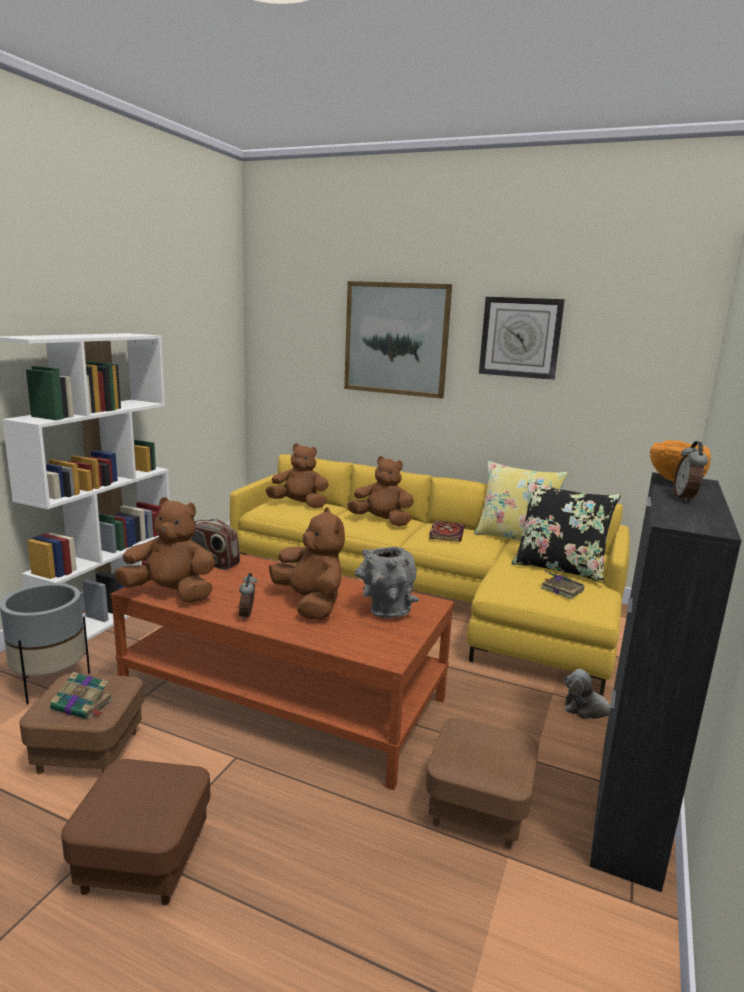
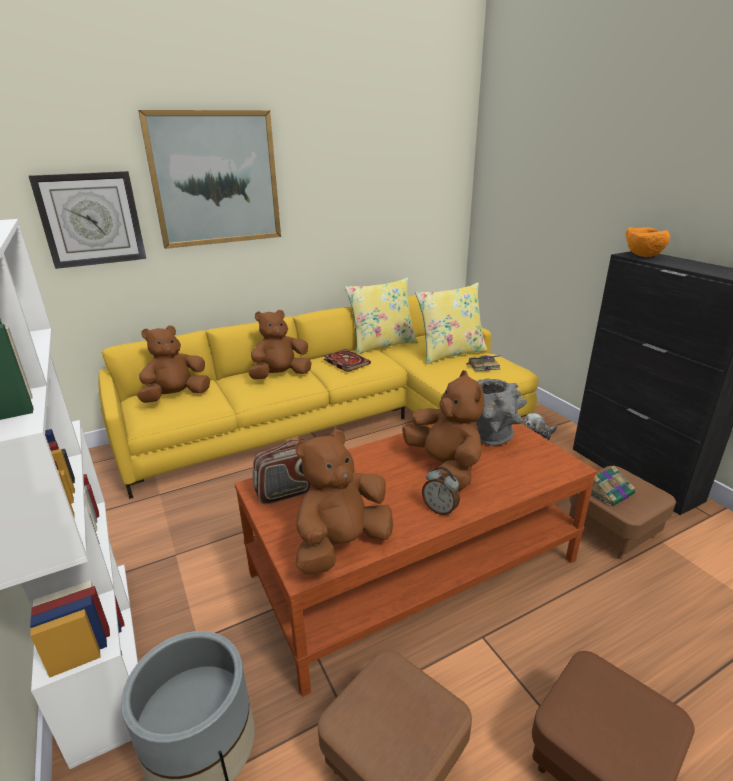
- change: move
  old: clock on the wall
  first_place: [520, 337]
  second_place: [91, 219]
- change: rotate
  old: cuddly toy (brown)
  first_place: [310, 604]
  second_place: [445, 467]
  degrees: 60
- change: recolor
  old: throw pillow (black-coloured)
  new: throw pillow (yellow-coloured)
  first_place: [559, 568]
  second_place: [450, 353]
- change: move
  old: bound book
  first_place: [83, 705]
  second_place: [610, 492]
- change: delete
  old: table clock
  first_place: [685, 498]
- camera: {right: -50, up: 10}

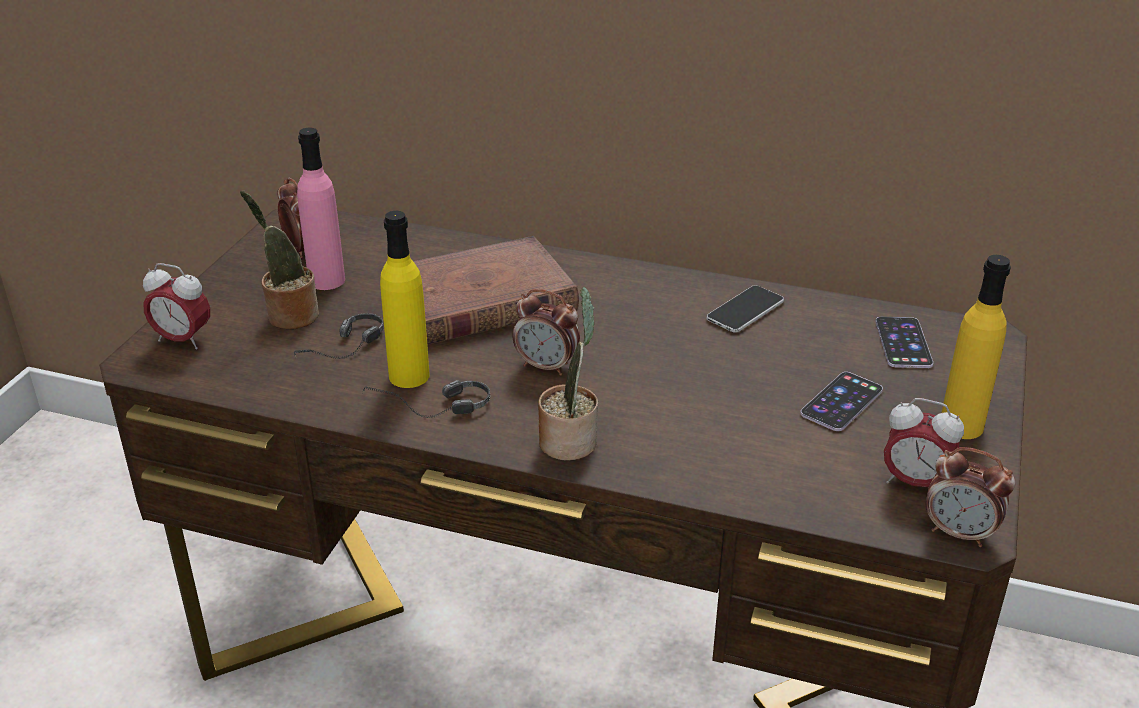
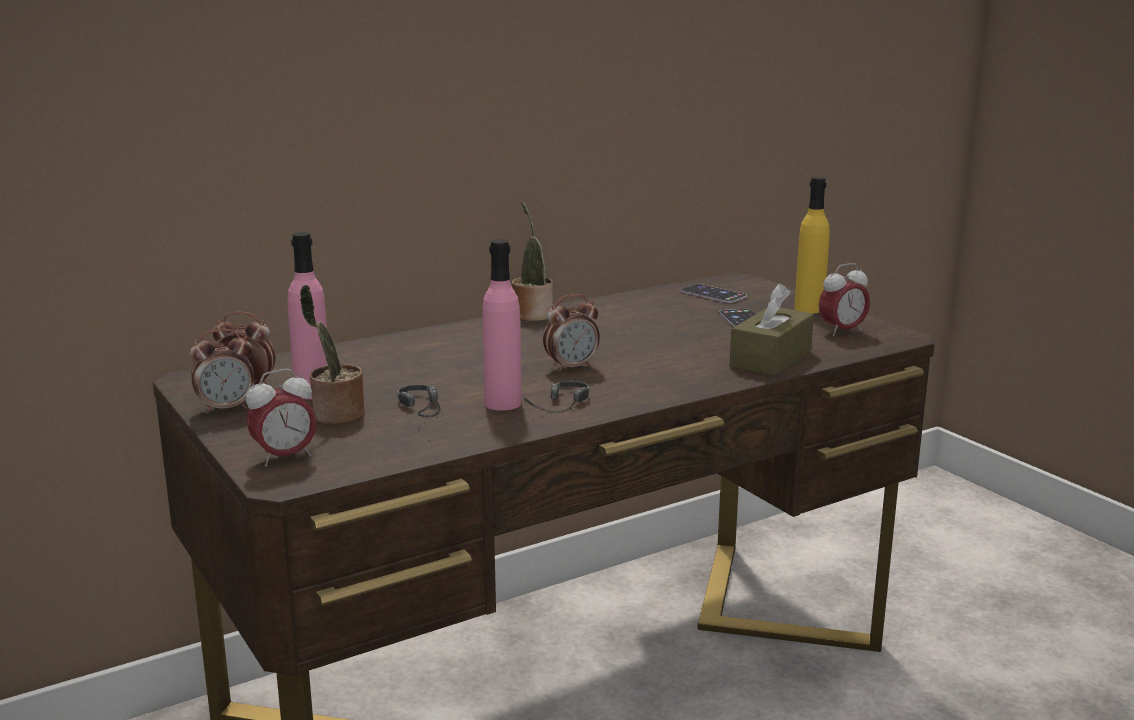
- change: move
  old: table clock
  first_place: [959, 533]
  second_place: [226, 408]
- change: recolor
  old: bottle (yellow-coloured)
  new: bottle (pink-coloured)
  first_place: [409, 376]
  second_place: [503, 403]
- change: move
  old: houseplant
  first_place: [570, 440]
  second_place: [531, 314]
- change: insert
  new: tissue box (brown)
  second_place: [771, 359]
- change: delete
  old: bound book (brown)
  first_place: [479, 300]
- change: delete
  old: phone
  first_place: [745, 310]
- camera: {right: -50, up: -15}

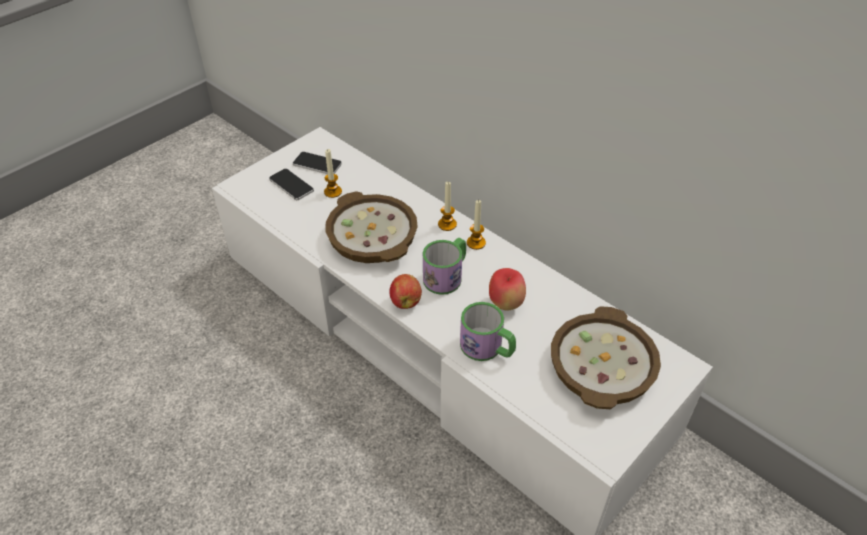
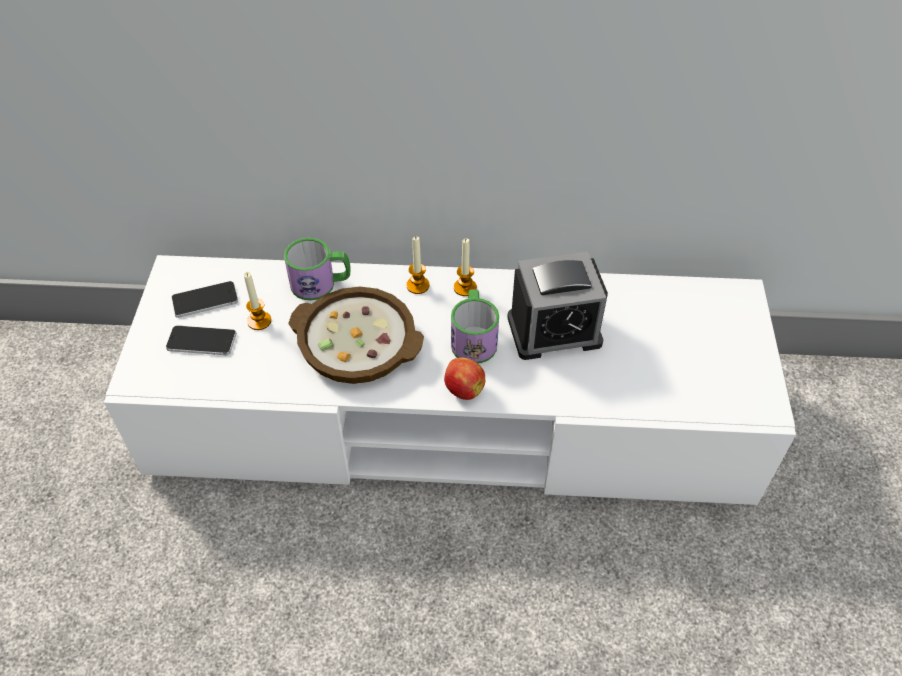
- change: move
  old: coffee mug
  first_place: [487, 348]
  second_place: [321, 283]
- change: replace
  old: apple fruit
  new: table clock
  first_place: [506, 303]
  second_place: [554, 330]
- change: delete
  old: bowl
  first_place: [603, 367]
- camera: {right: -40, up: 5}

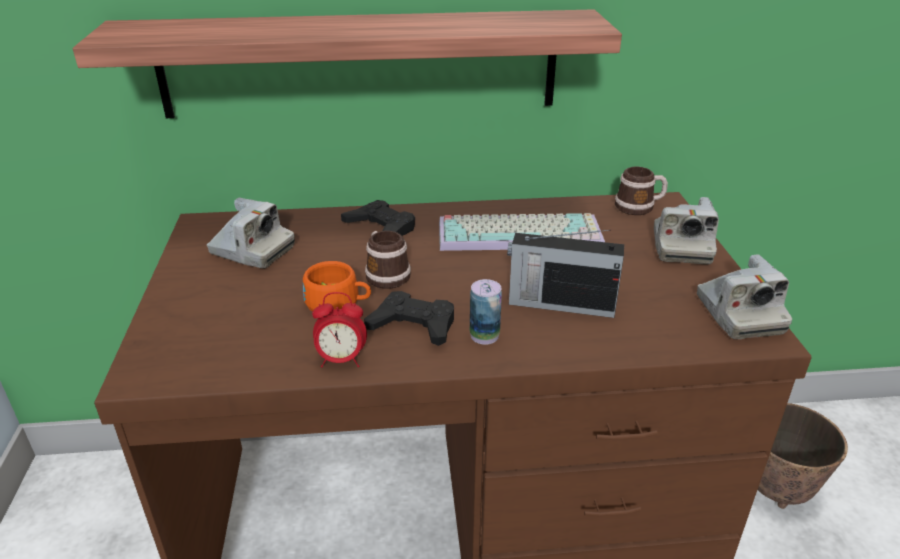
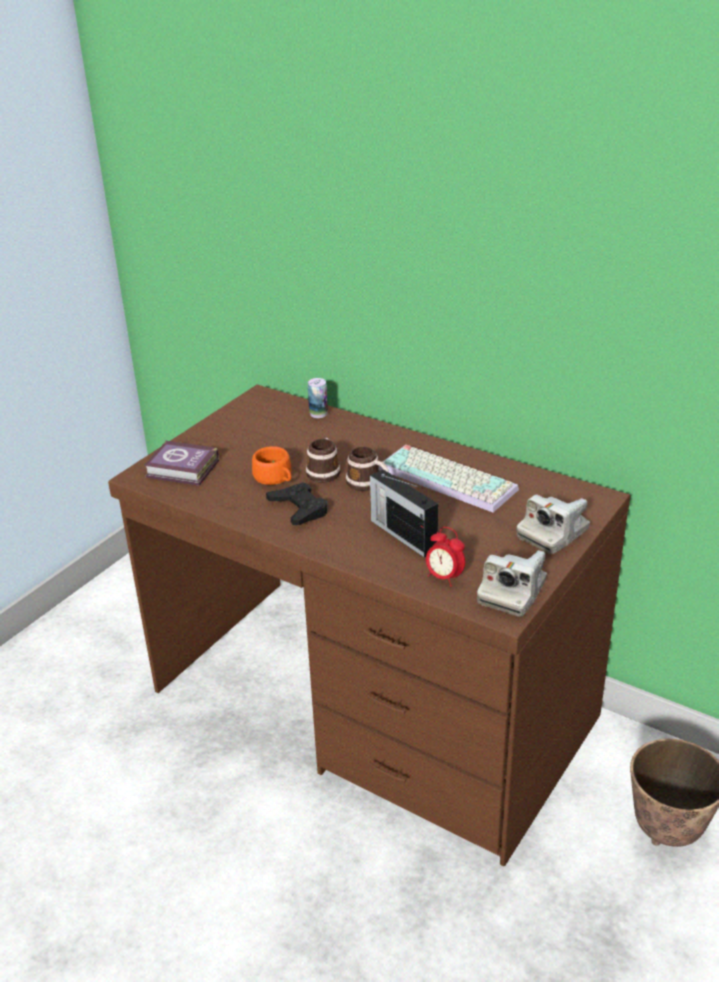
- change: insert
  new: bound book
  second_place: [183, 469]
- change: move
  old: sealed can
  first_place: [484, 335]
  second_place: [318, 414]
- change: move
  old: coffee mug
  first_place: [639, 206]
  second_place: [368, 484]
- change: move
  old: table clock
  first_place: [341, 360]
  second_place: [444, 577]
- change: delete
  old: shelf
  first_place: [360, 64]
- change: delete
  old: still camera
  first_place: [252, 251]
- change: delete
  old: joypad (black-coloured)
  first_place: [381, 227]
- camera: {right: 40, up: 0}

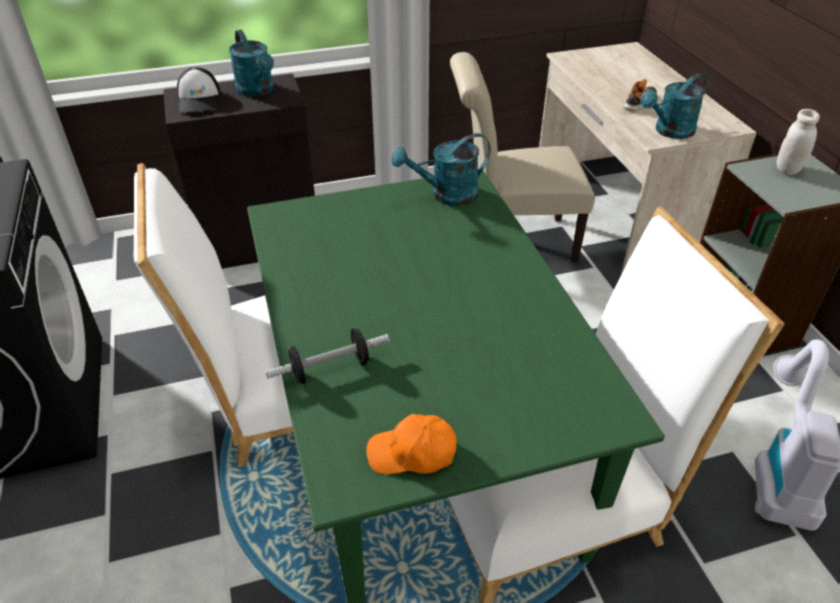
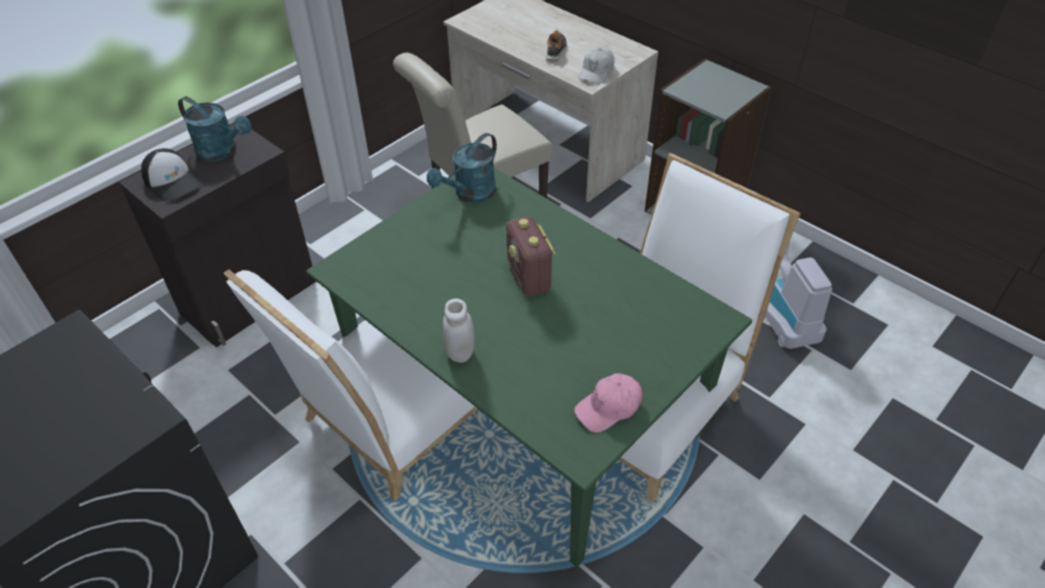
- change: move
  old: jar (whitish)
  first_place: [788, 169]
  second_place: [460, 353]
- change: insert
  new: radio receiver
  second_place: [529, 277]
- change: recolor
  old: baseball cap (orangey)
  new: baseball cap (pink-coloured)
  first_place: [412, 453]
  second_place: [609, 408]
- change: replace
  old: sprinkling can (turquoise-coloured)
  new: baseball cap (whitish)
  first_place: [669, 132]
  second_place: [596, 72]
- change: delete
  old: hand weight
  first_place: [330, 369]
- camera: {right: -30, up: 5}

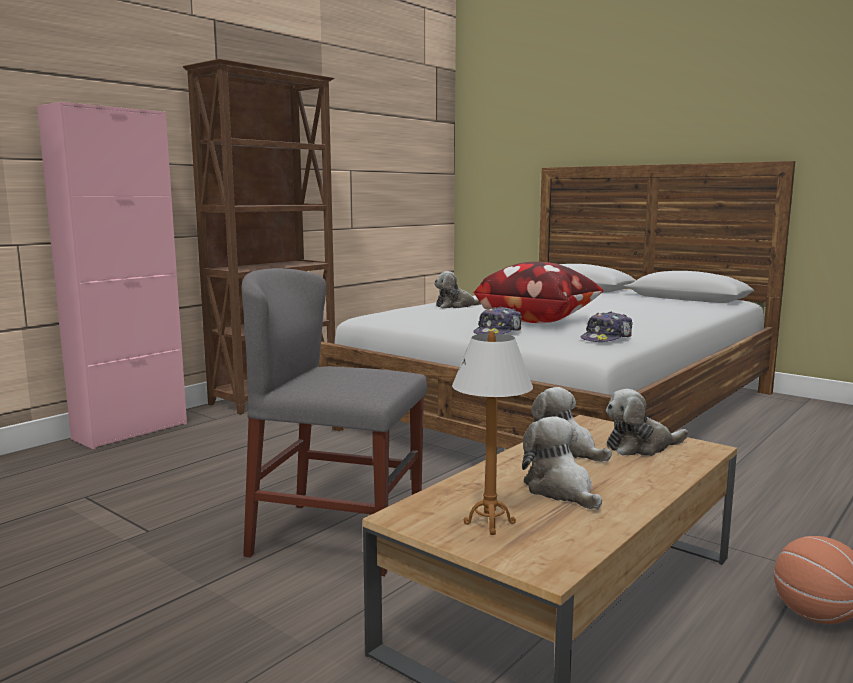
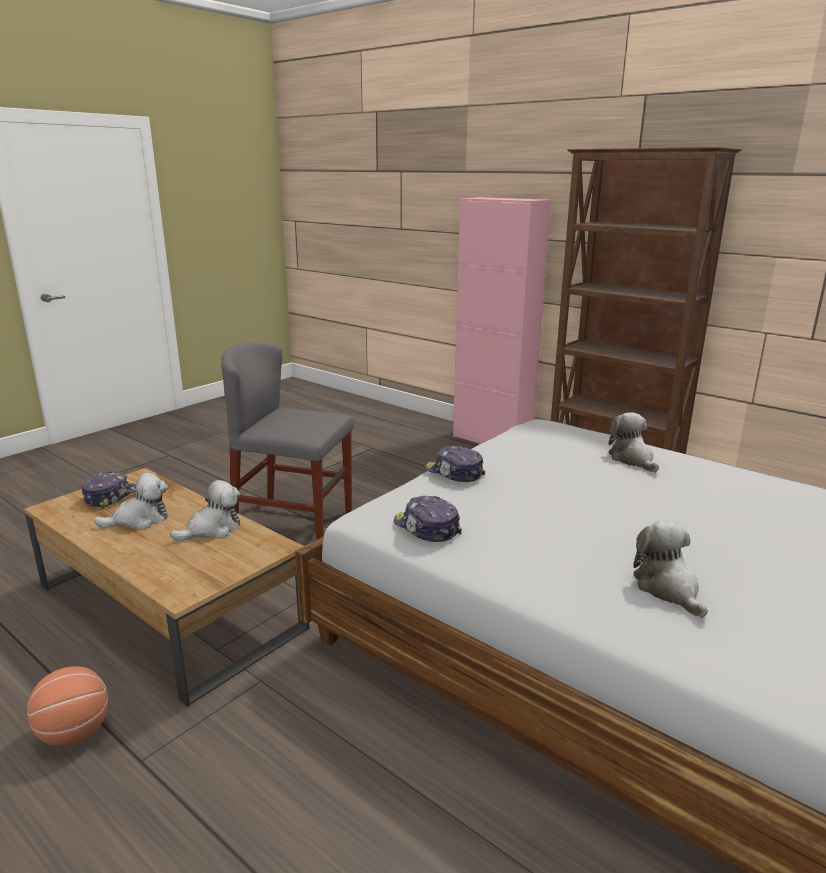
- change: replace
  old: table lamp
  new: baseball cap
  first_place: [489, 523]
  second_place: [111, 496]
- change: rotate
  old: plain chair (gray)
  first_place: [337, 537]
  second_place: [294, 523]
  degrees: -90
- change: move
  old: cuddly toy
  first_place: [641, 447]
  second_place: [668, 589]
- change: delete
  old: throw pillow
  first_place: [536, 321]
- camera: {right: 90, up: 10}

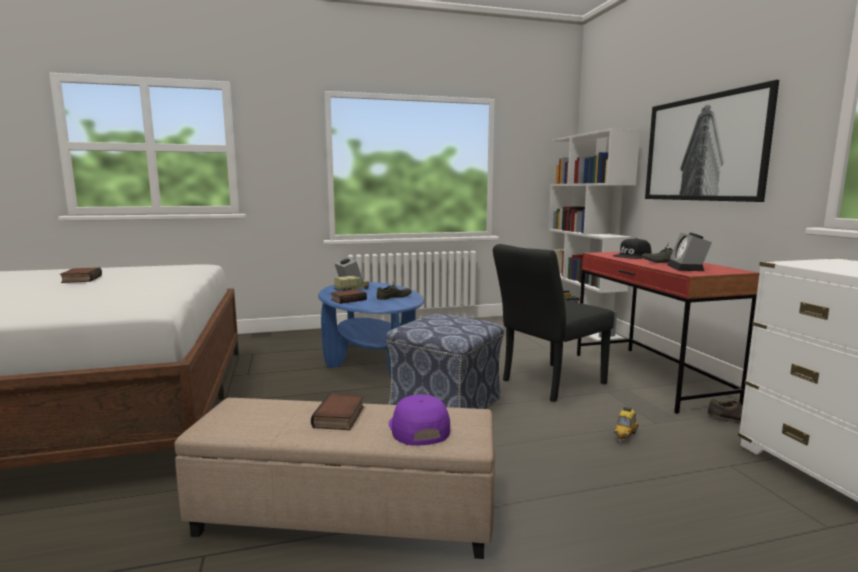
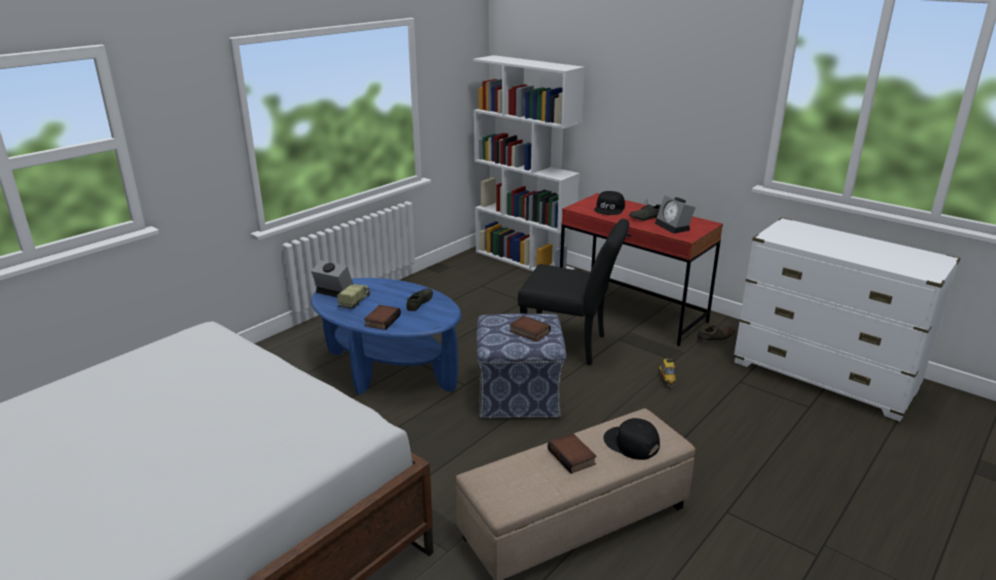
- change: move
  old: bound book
  first_place: [81, 279]
  second_place: [528, 332]
- change: rotate
  old: plain chair (black-coloured)
  first_place: [547, 383]
  second_place: [570, 345]
  degrees: -90
- change: recolor
  old: baseball cap (purplish)
  new: baseball cap (black-coloured)
  first_place: [417, 428]
  second_place: [631, 444]
- change: delete
  old: picture
  first_place: [704, 148]
- camera: {right: -35, up: 15}

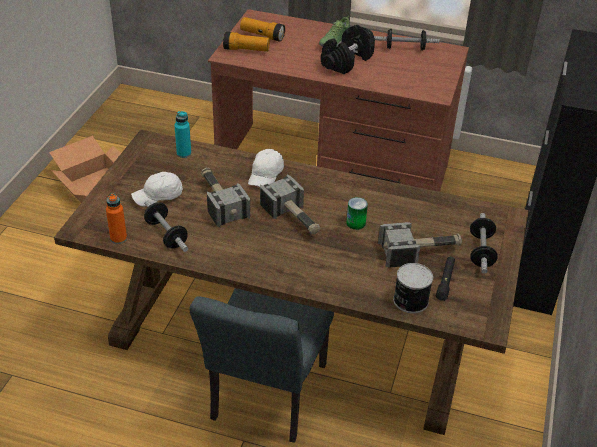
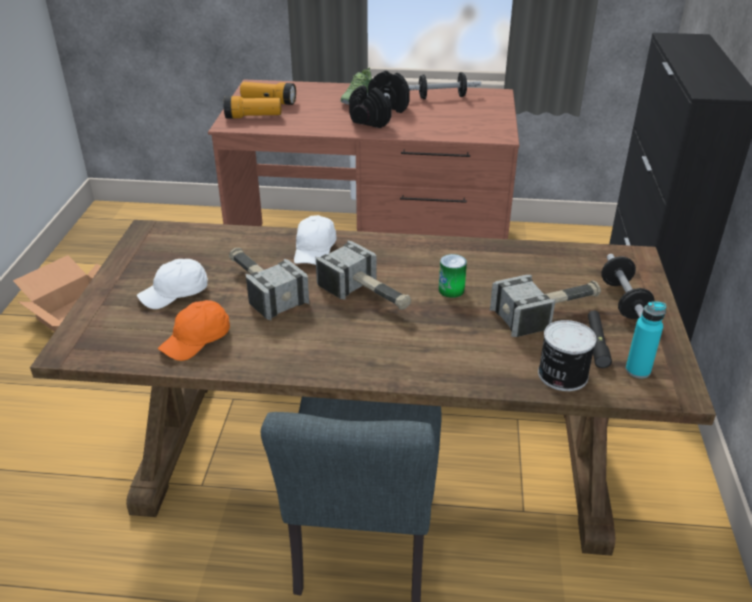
- change: replace
  old: hand weight
  new: baseball cap (orangey)
  first_place: [166, 234]
  second_place: [197, 340]
- change: move
  old: bottle (turquoise-coloured)
  first_place: [184, 153]
  second_place: [638, 370]
- change: delete
  old: bottle (orangey)
  first_place: [118, 238]
- camera: {right: -10, up: -5}

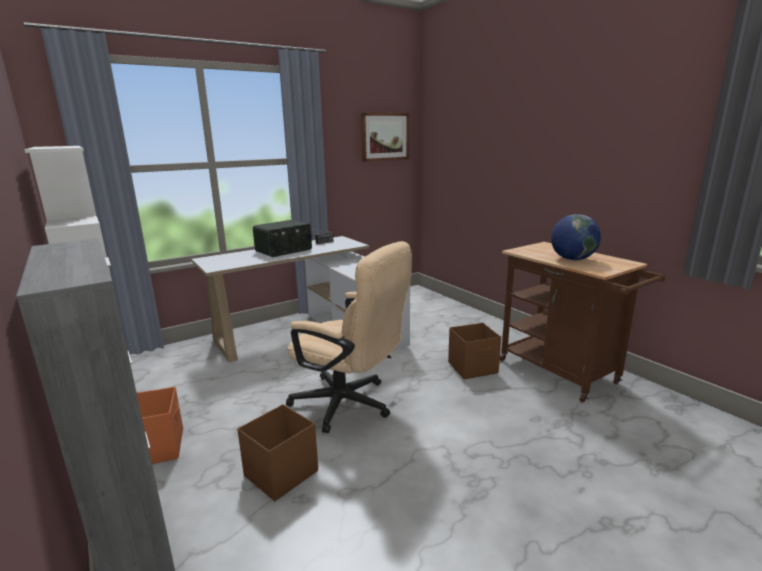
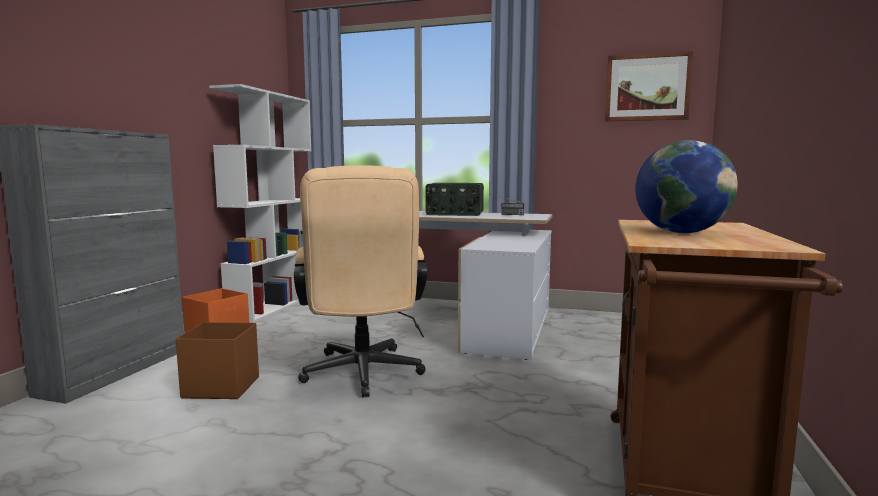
- change: delete
  old: storage bin (brown)
  first_place: [473, 368]
- camera: {right: 50, up: -10}

